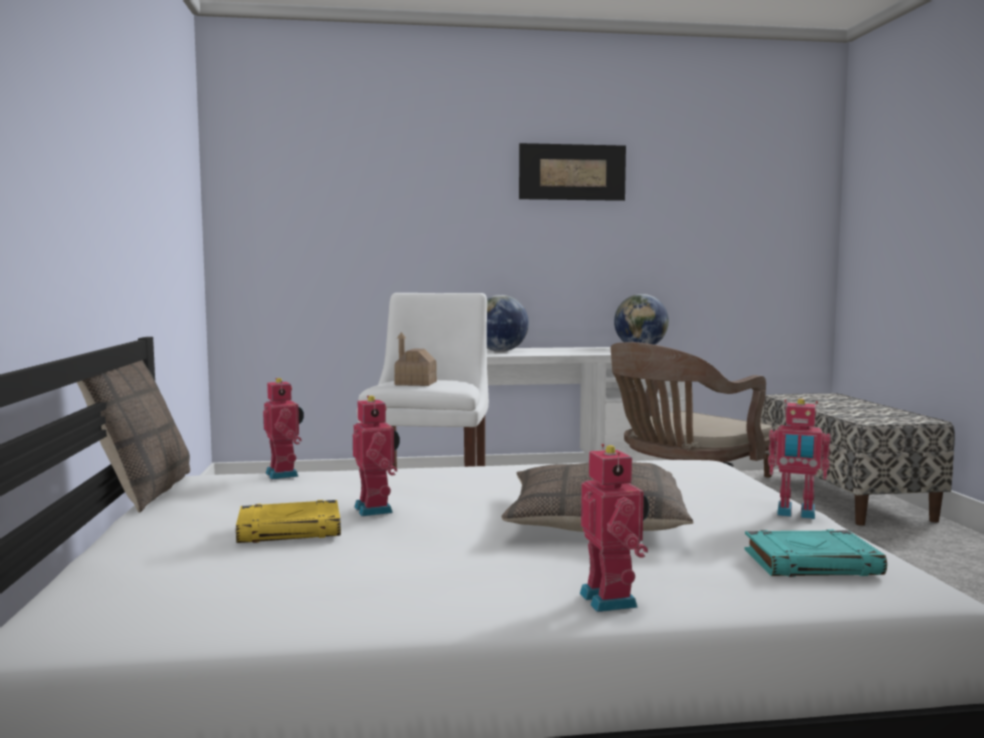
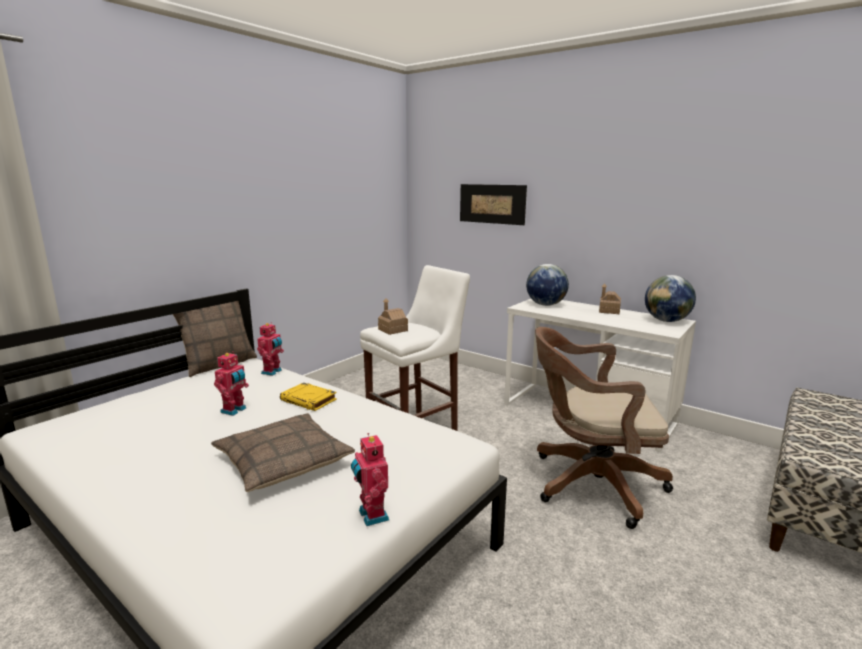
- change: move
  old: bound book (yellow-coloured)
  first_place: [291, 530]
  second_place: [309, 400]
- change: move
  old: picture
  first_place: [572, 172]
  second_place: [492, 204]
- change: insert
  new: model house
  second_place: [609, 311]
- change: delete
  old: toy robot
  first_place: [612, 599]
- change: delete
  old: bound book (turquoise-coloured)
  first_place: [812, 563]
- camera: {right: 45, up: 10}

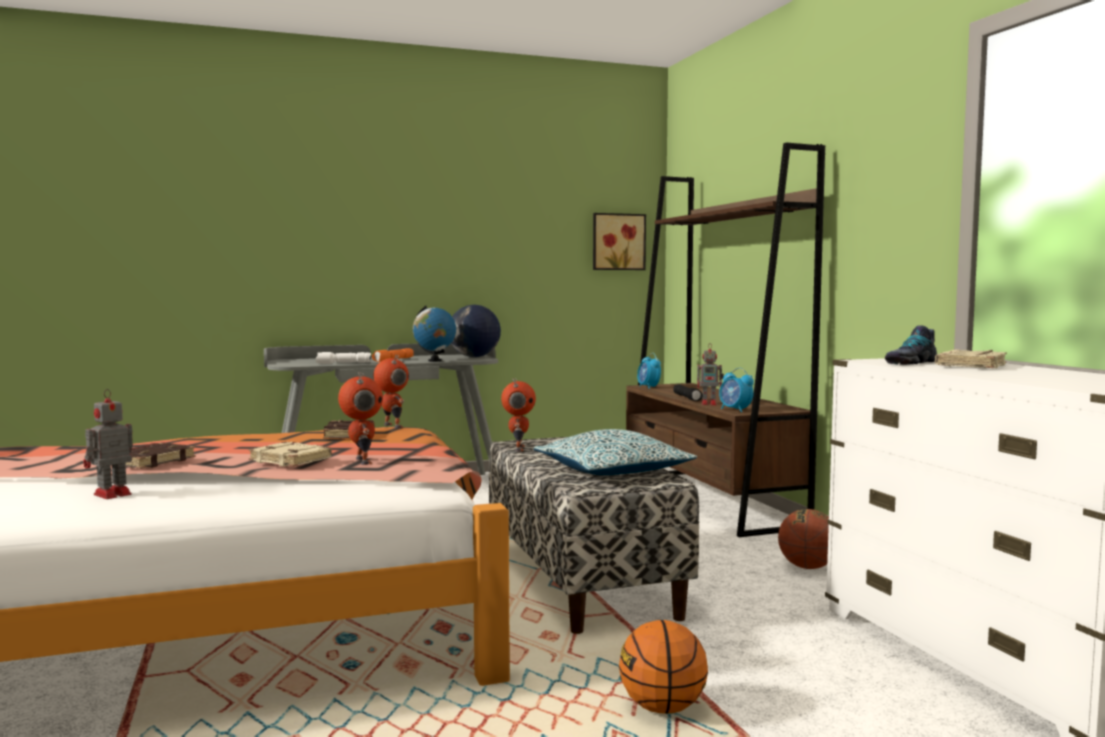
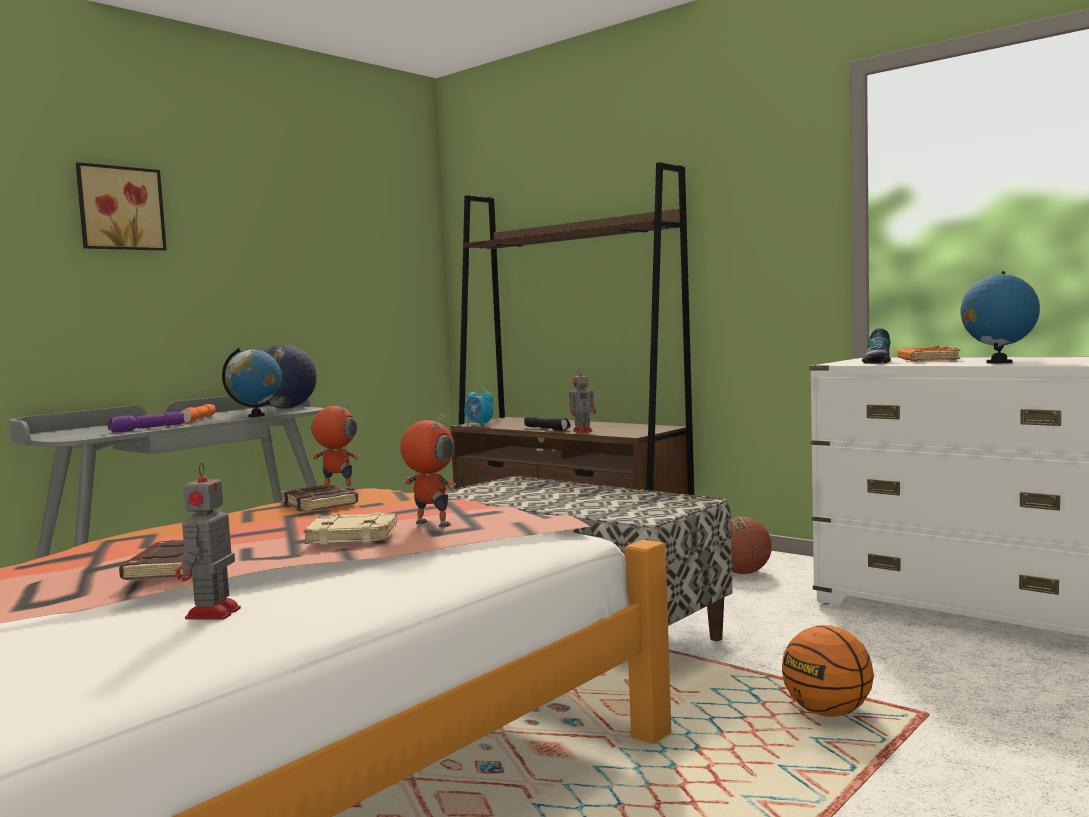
- change: move
  old: picture
  first_place: [618, 242]
  second_place: [119, 208]
- change: recolor
  old: torch (whitish)
  new: torch (purplish)
  first_place: [343, 363]
  second_place: [147, 429]
- change: recolor
  old: bound book (sand-coloured)
  new: bound book (orangey)
  first_place: [969, 365]
  second_place: [926, 360]
- change: insert
  new: desk globe
  second_place: [998, 362]
- change: delete
  old: toy robot
  first_place: [518, 448]
- change: delete
  old: throw pillow
  first_place: [613, 472]
- change: delete
  old: table clock
  first_place: [735, 410]
- camera: {right: -30, up: 0}

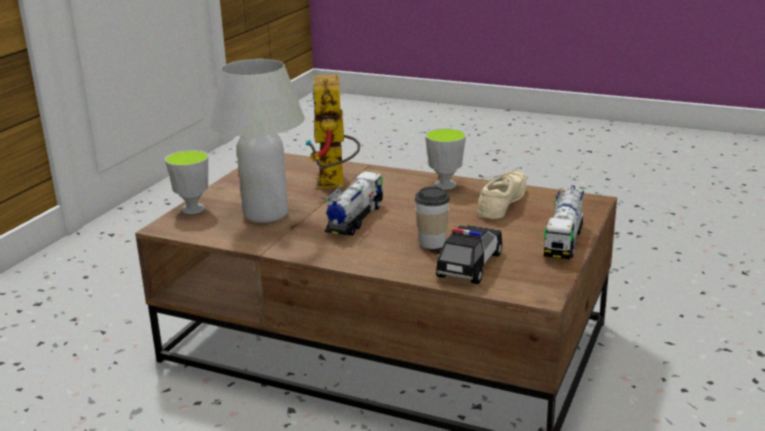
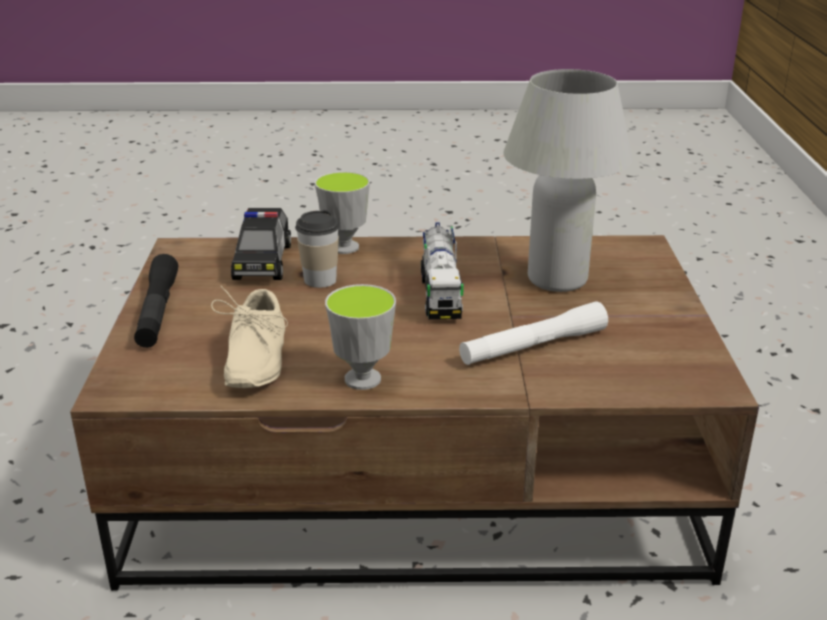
- change: replace
  old: toy truck
  new: torch (black-coloured)
  first_place: [564, 240]
  second_place: [157, 311]
- change: move
  old: drinking cup
  first_place: [193, 209]
  second_place: [344, 247]
- change: replace
  old: toy robot
  new: torch (whitish)
  first_place: [335, 184]
  second_place: [533, 346]
- camera: {right: 155, up: 5}

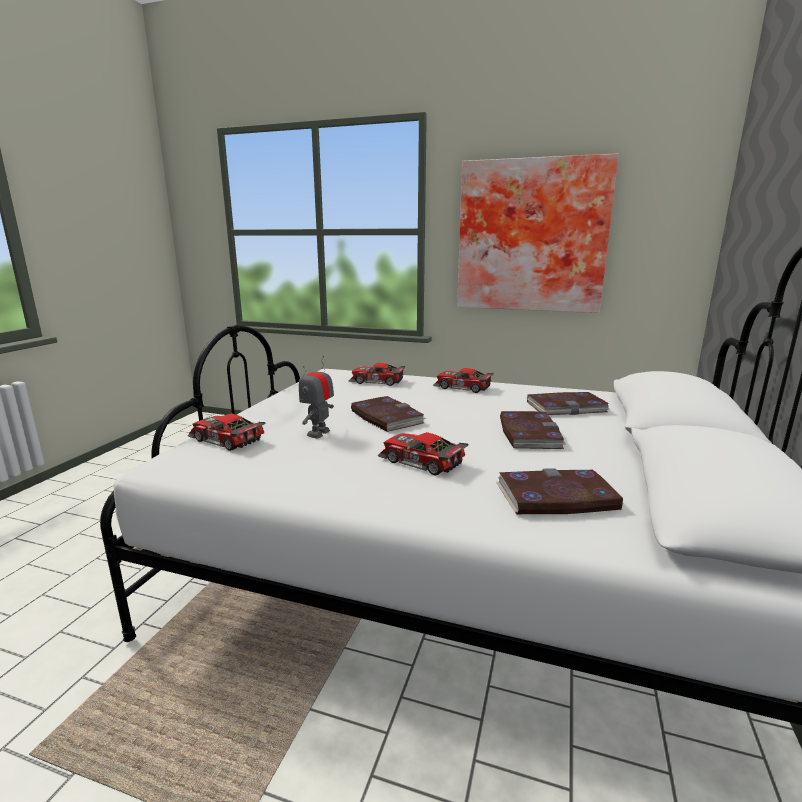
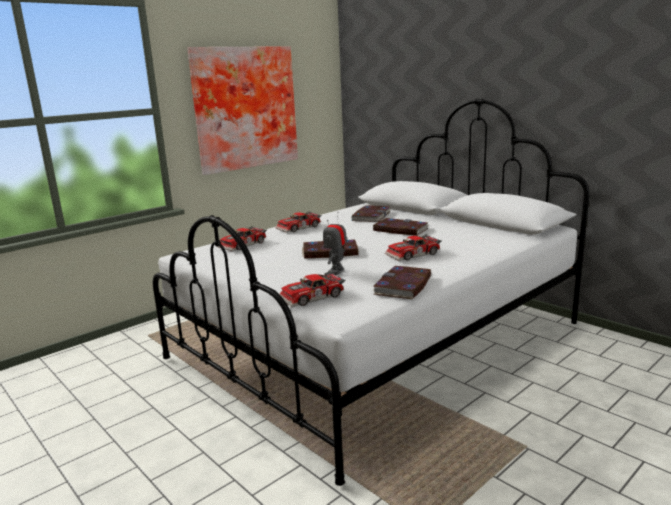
- change: rotate
  old: toy robot
  first_place: [318, 433]
  second_place: [336, 271]
  degrees: 60
- change: move
  old: bound book
  first_place: [556, 497]
  second_place: [403, 286]
- camera: {right: -60, up: 0}

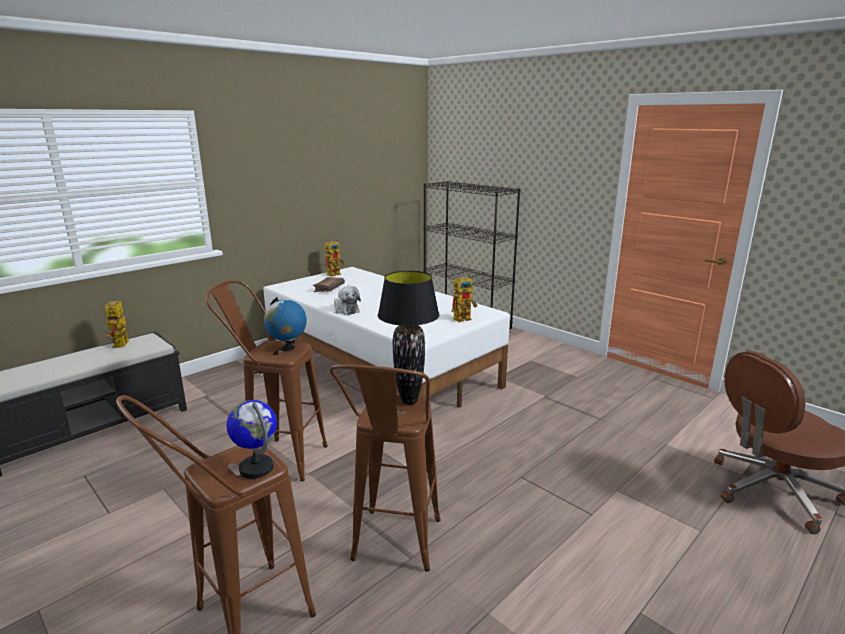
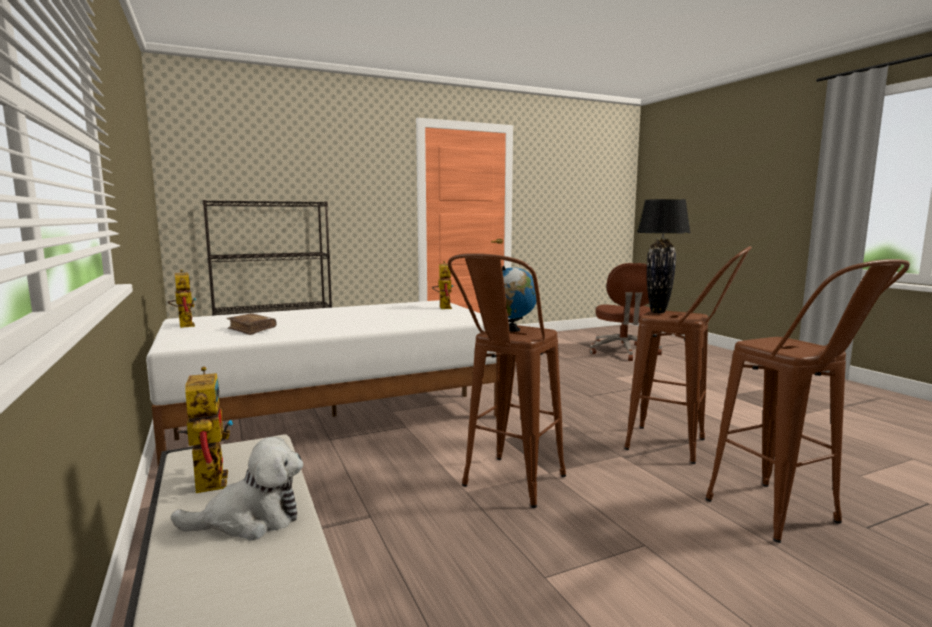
- change: move
  old: cuddly toy
  first_place: [345, 310]
  second_place: [250, 520]
- change: rotate
  old: toy robot
  first_place: [121, 346]
  second_place: [207, 478]
  degrees: -120
- change: delete
  old: desk globe
  first_place: [256, 468]
- camera: {right: -70, up: -10}

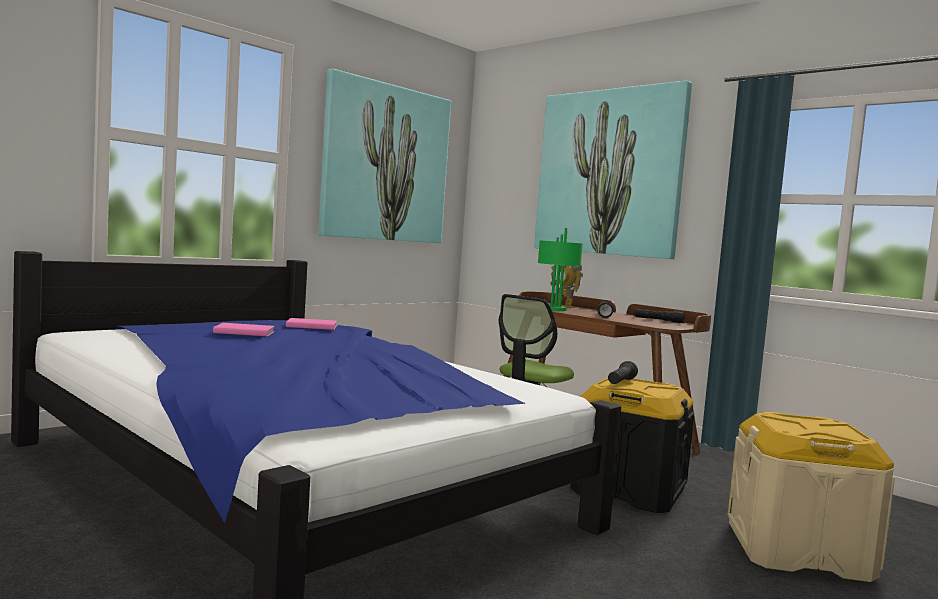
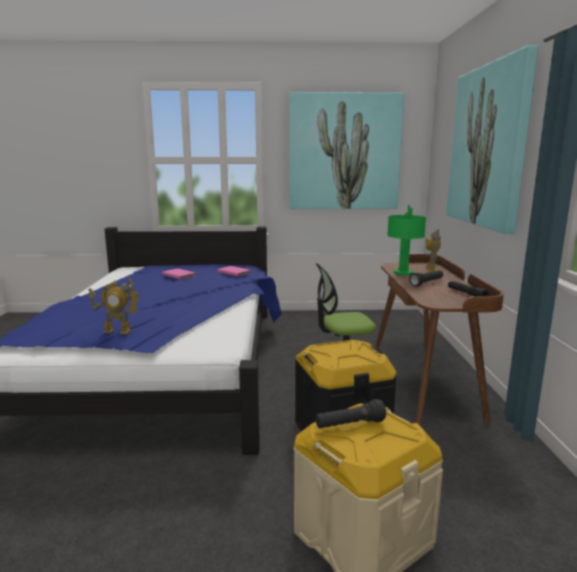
- change: insert
  new: toy robot
  second_place: [117, 331]
- change: move
  old: torch (black-coloured)
  first_place: [621, 383]
  second_place: [349, 425]
- camera: {right: 45, up: 10}

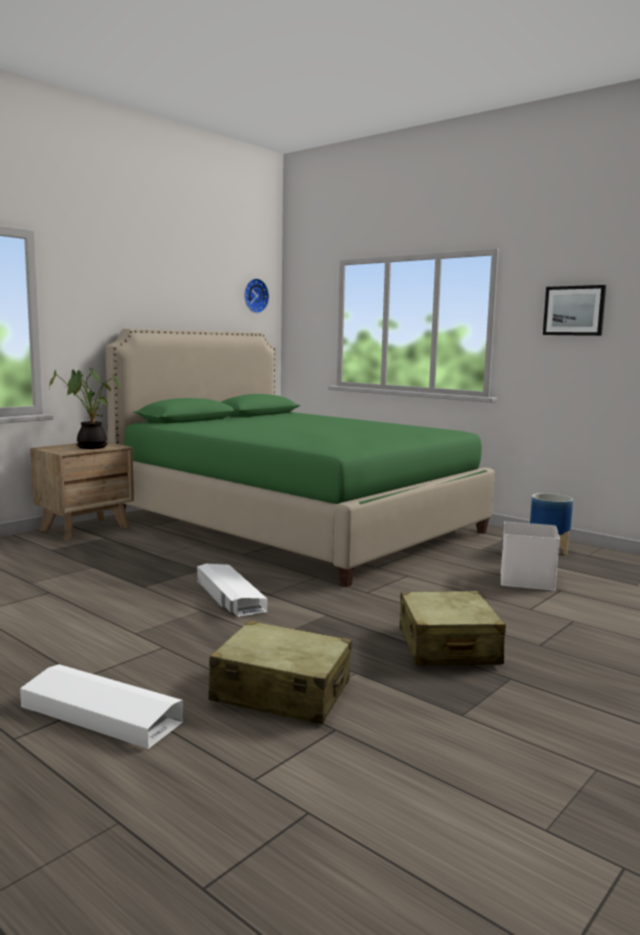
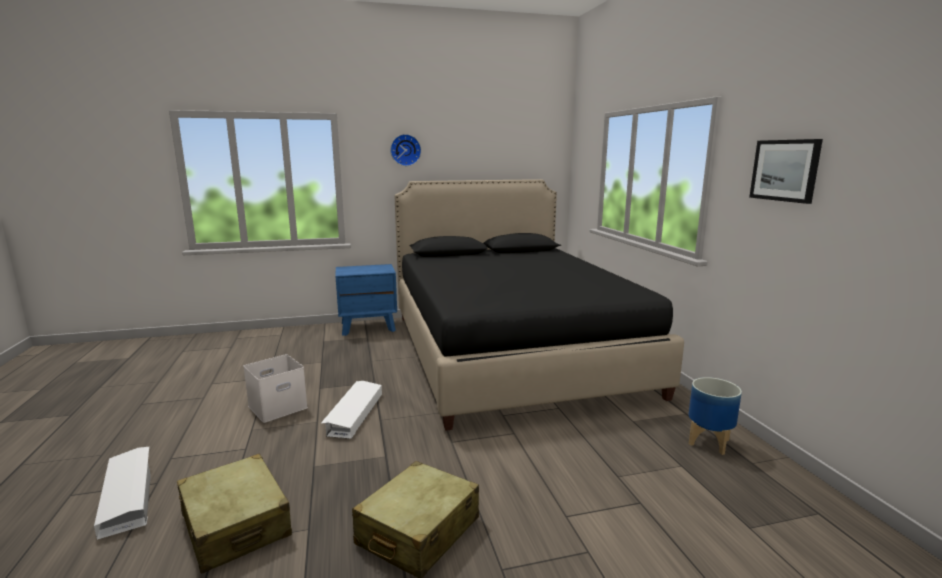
- change: move
  old: storage bin (whitish)
  first_place: [528, 580]
  second_place: [277, 407]
- change: recolor
  old: bedside table (brown)
  new: bedside table (bluish)
  first_place: [85, 528]
  second_place: [368, 327]
- change: move
  old: clock on the wall
  first_place: [254, 295]
  second_place: [405, 150]
- change: recolor
  old: sleeping bed (green)
  new: sleeping bed (black-coloured)
  first_place: [296, 524]
  second_place: [510, 351]
- change: delete
  old: houseplant
  first_place: [90, 446]
- camera: {right: 35, up: 5}

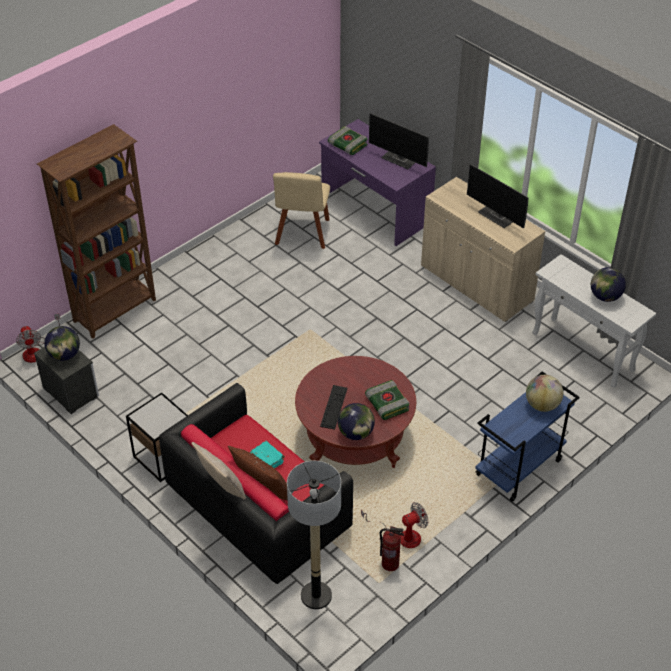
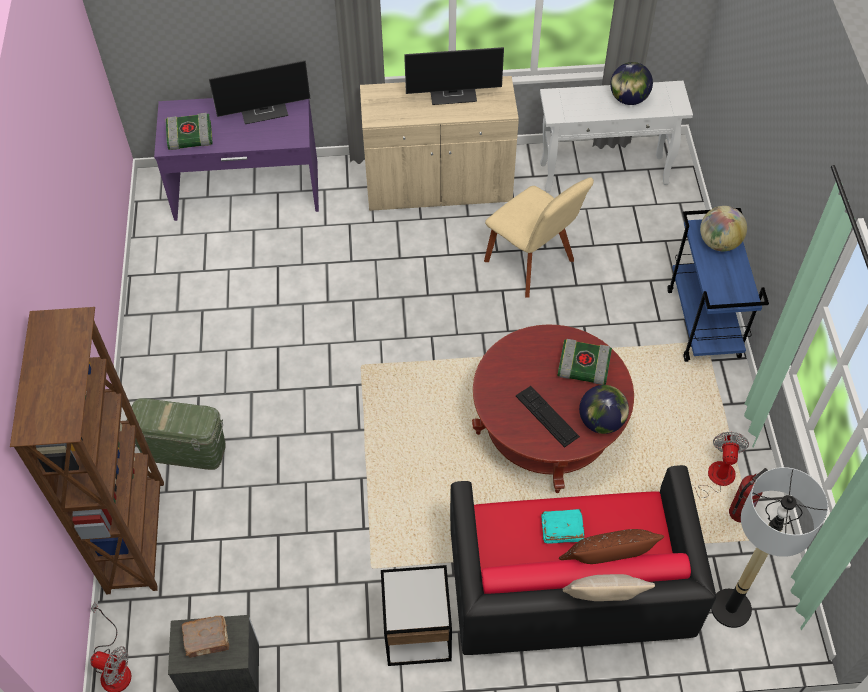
- change: insert
  new: storage bin (green)
  second_place: [184, 450]
- change: replace
  old: desk globe
  new: bound book (brown)
  first_place: [64, 355]
  second_place: [207, 639]
- change: move
  old: plain chair (sand-coloured)
  first_place: [302, 234]
  second_place: [532, 264]
- camera: {right: -50, up: 10}

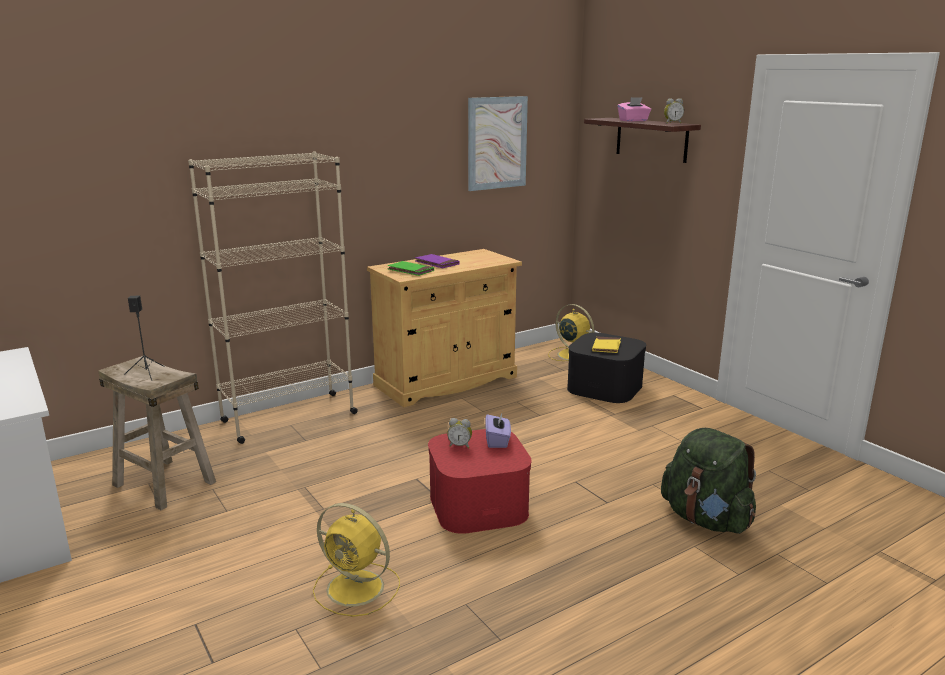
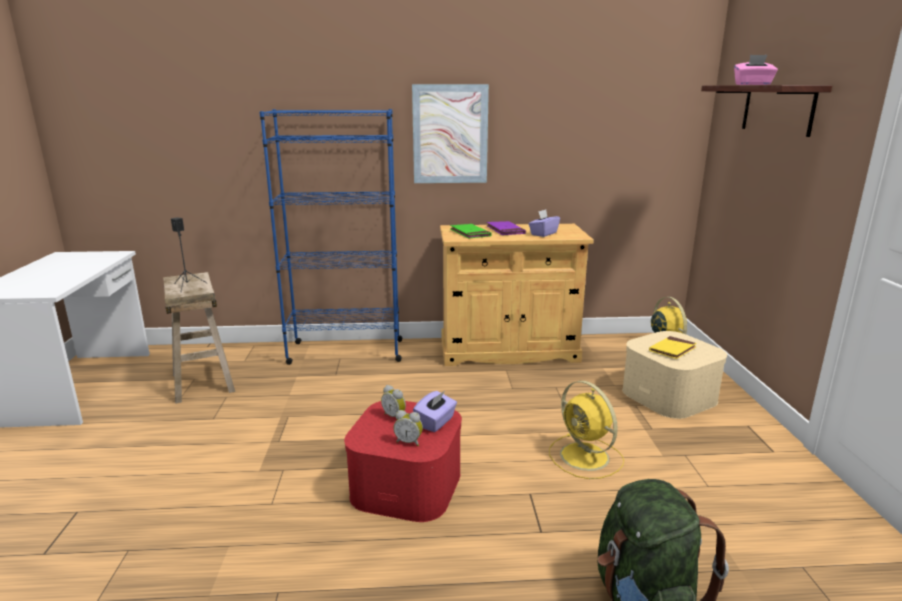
- change: recolor
  old: bookcase (sand-coloured)
  new: bookcase (bluish)
  first_place: [288, 417]
  second_place: [345, 351]
- change: move
  old: table clock
  first_place: [672, 123]
  second_place: [409, 442]
- change: move
  old: picture
  first_place: [497, 143]
  second_place: [450, 134]
- change: insert
  new: tissue box (purplish)
  second_place: [543, 234]
- change: move
  old: electric fan (yellow-coloured)
  first_place: [357, 588]
  second_place: [586, 457]
- change: recolor
  old: storage bin (black-coloured)
  new: storage bin (sand-coloured)
  first_place: [605, 387]
  second_place: [669, 395]
- camera: {right: 30, up: 0}

